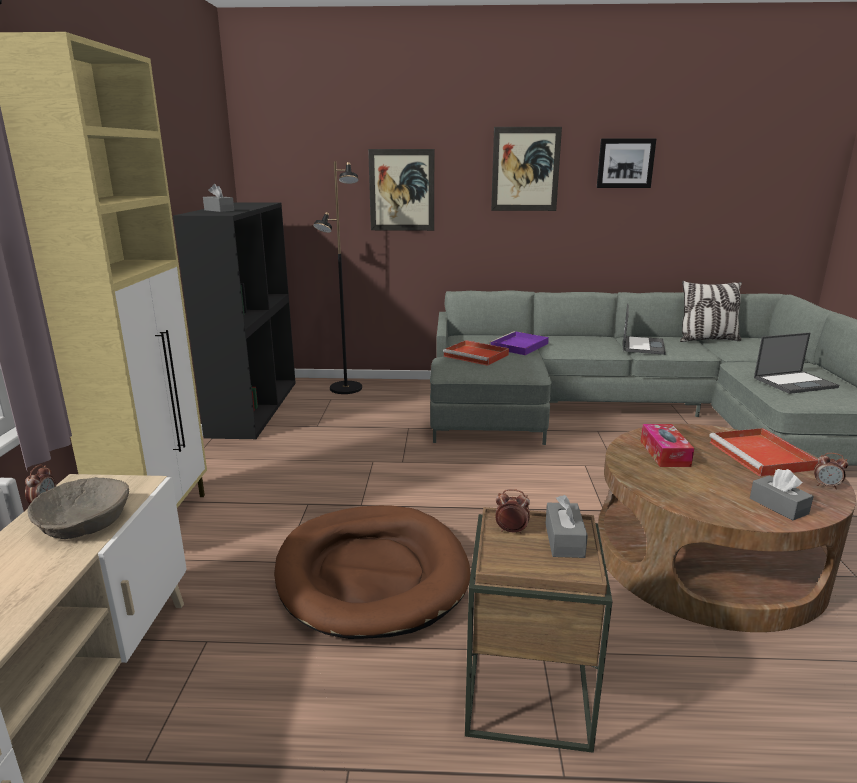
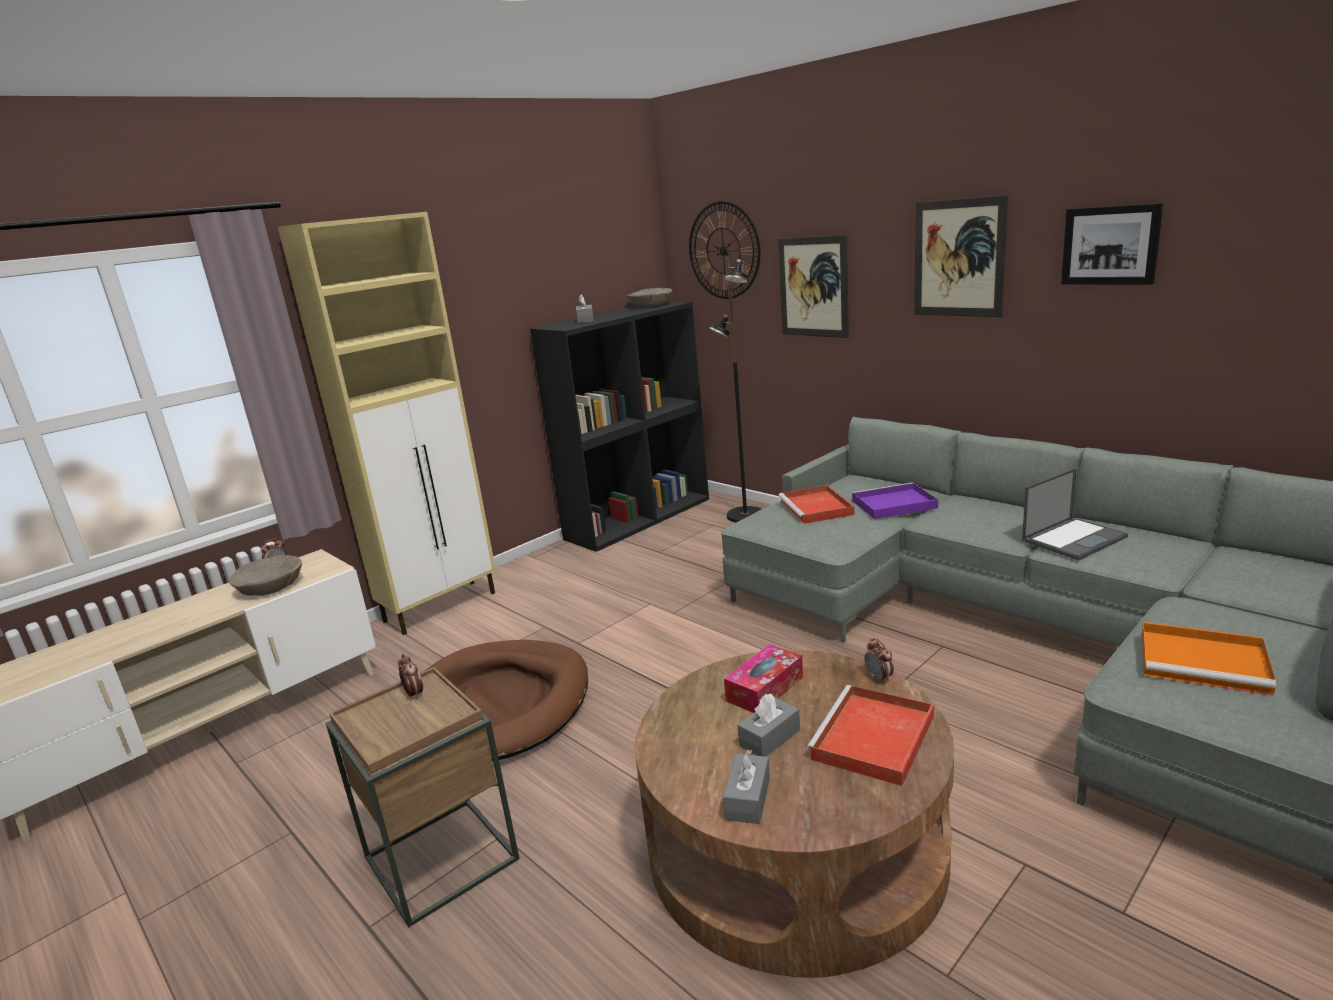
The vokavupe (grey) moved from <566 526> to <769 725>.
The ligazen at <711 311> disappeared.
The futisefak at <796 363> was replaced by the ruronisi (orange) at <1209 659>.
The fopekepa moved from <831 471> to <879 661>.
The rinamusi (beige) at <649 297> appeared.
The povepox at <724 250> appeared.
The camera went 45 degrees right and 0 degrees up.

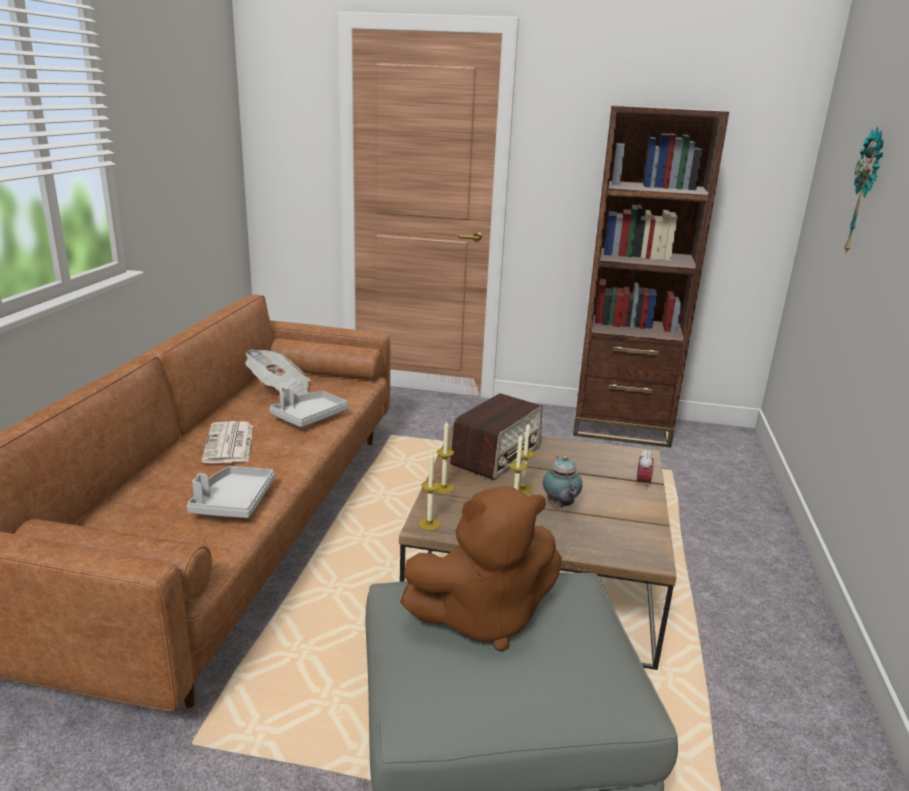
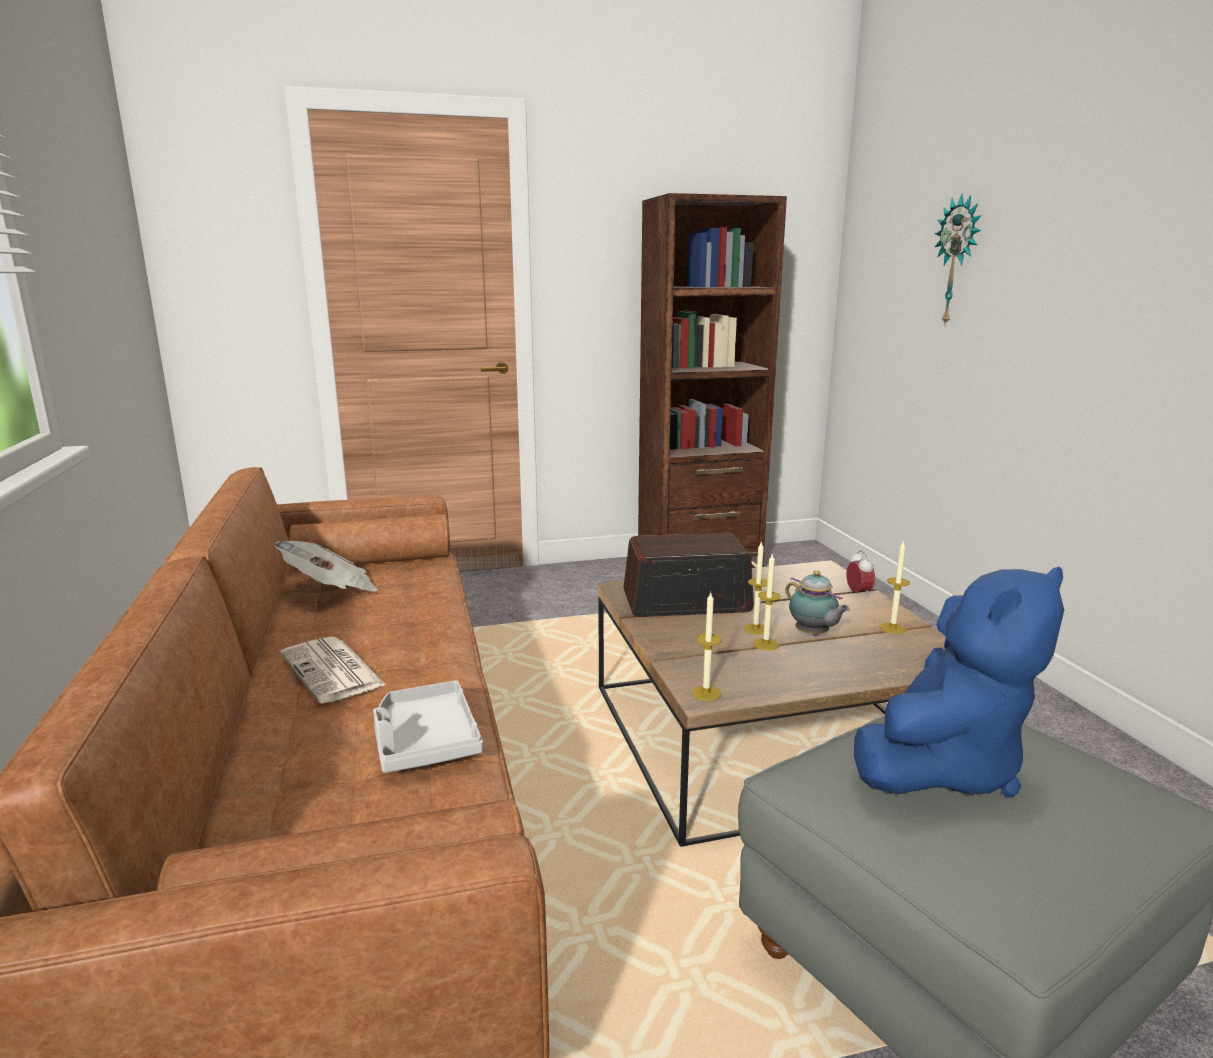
The ruronisi (grey) at <309 407> disappeared.
The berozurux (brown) at <481 568> became the berozurux (blue) at <959 682>.
The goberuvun moved from <444 457> to <895 587>.
The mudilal at <496 436> turned 105 degrees counterclockwise.
The camera went 25 degrees left and 5 degrees down.

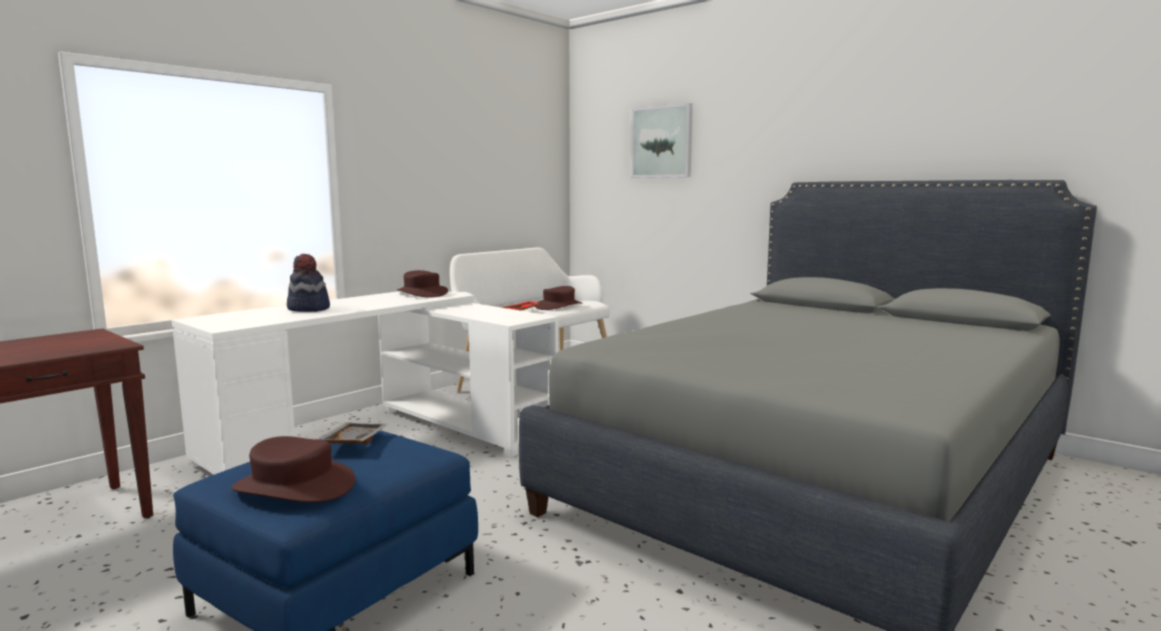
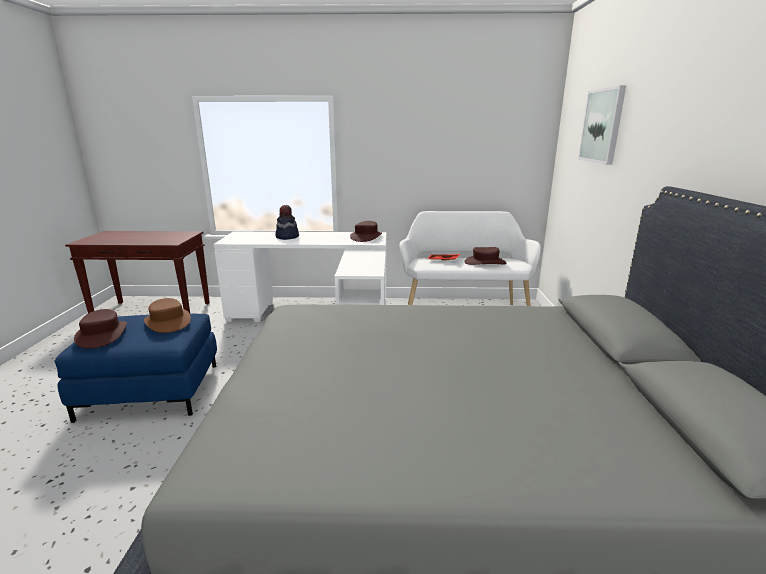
The ruronisi (grey) at <352 433> was replaced by the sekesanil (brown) at <167 315>.
The camera went 50 degrees right and 10 degrees up.

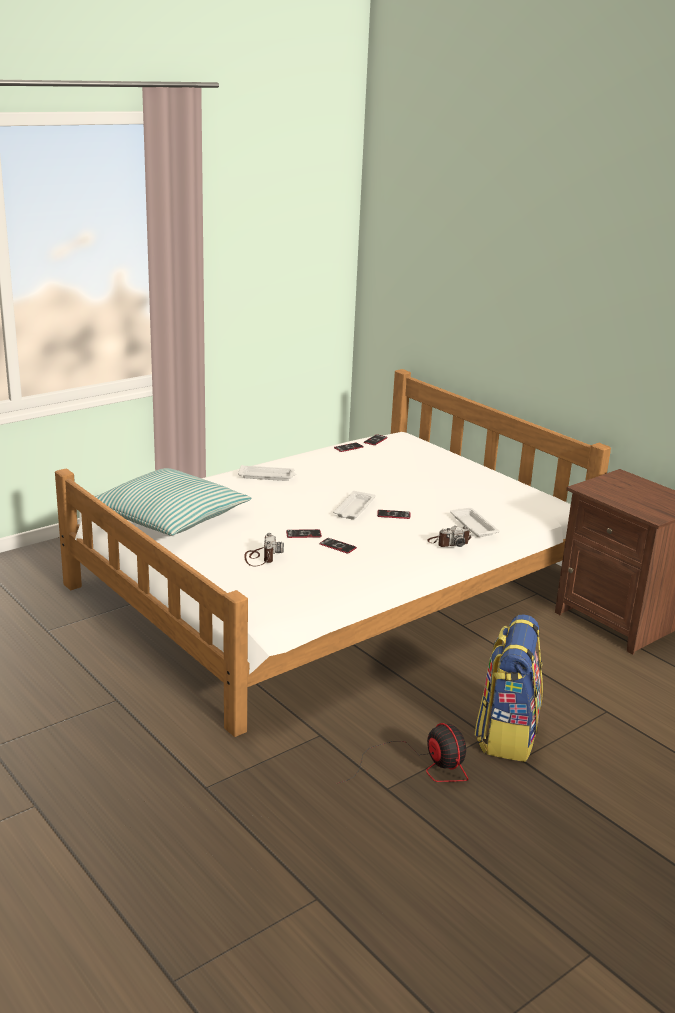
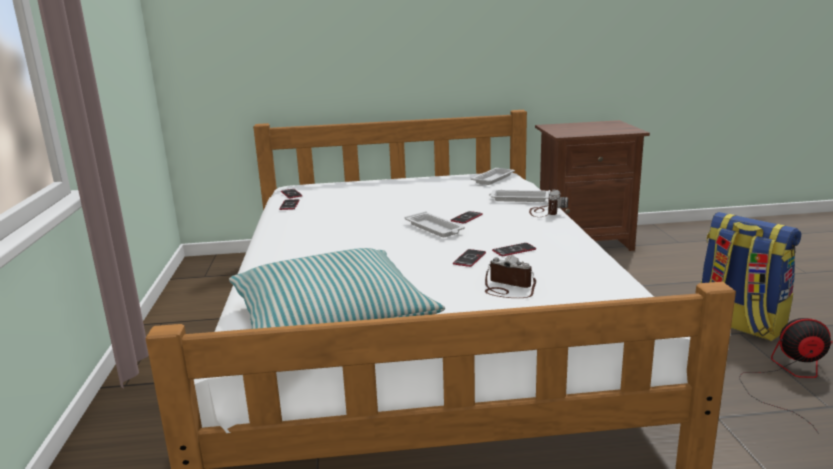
The ruronisi (white) moved from <267 473> to <493 176>.
The camera went 55 degrees left and 5 degrees down.

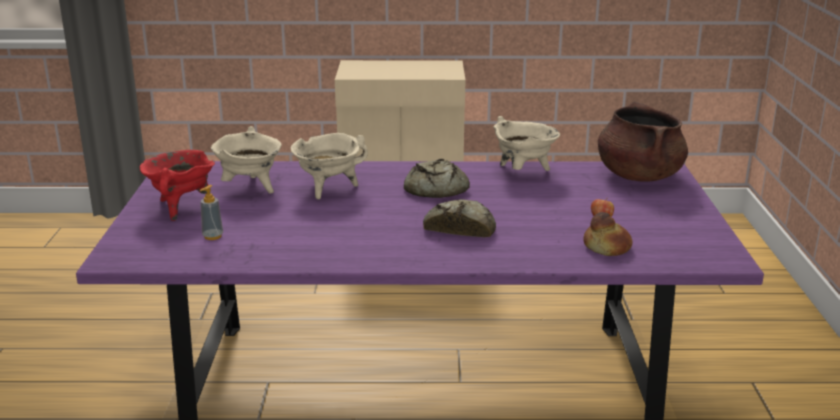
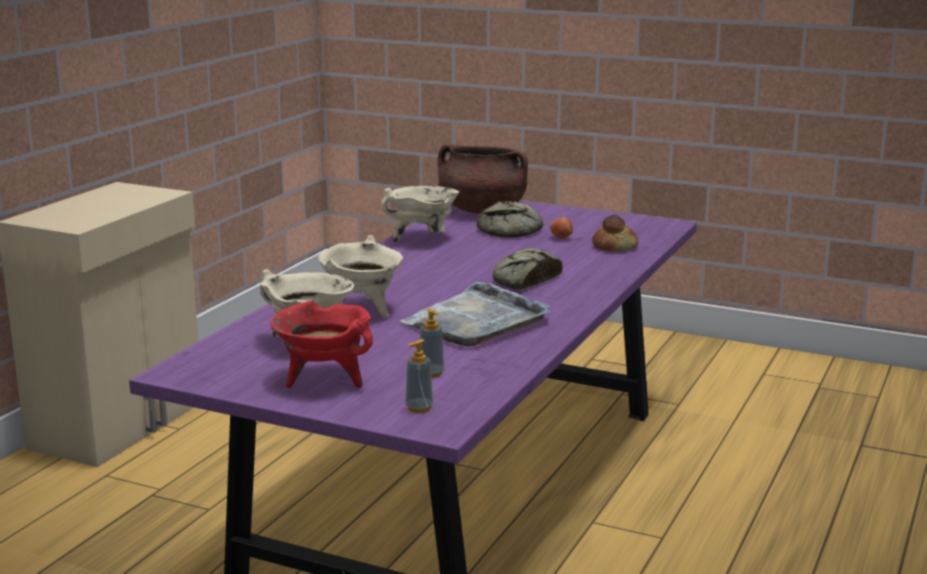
The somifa moved from <437 178> to <509 219>.
The ruronisi (grey) at <475 314> appeared.
The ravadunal at <419 376> appeared.
The camera went 65 degrees left and 5 degrees down.

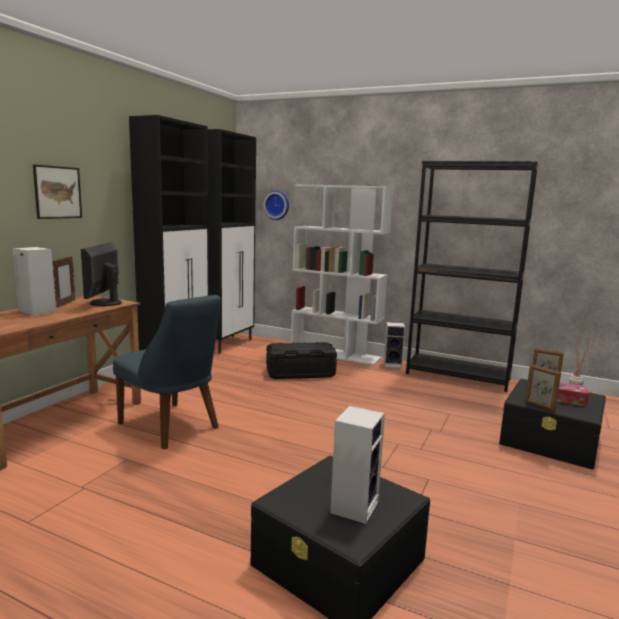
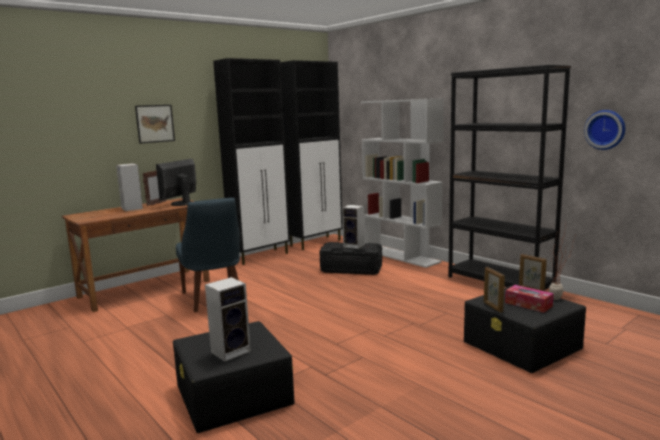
The povepox moved from <276 205> to <604 130>.
The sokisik moved from <394 345> to <353 227>.
The camera went 25 degrees right and 0 degrees up.

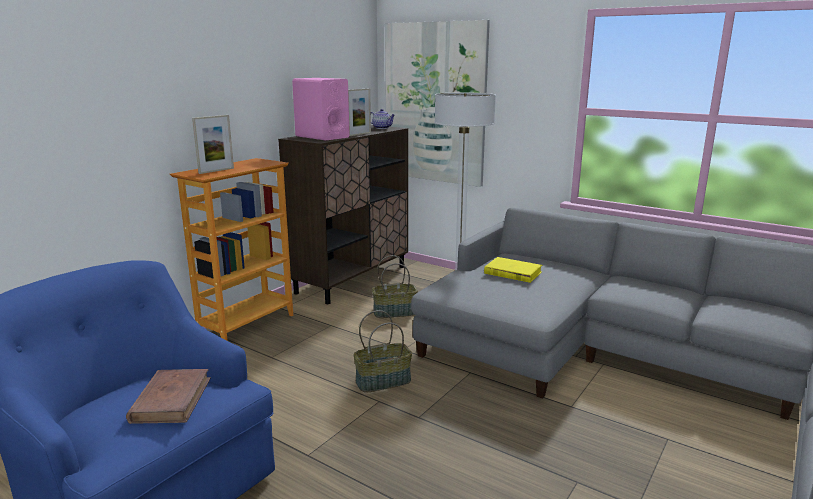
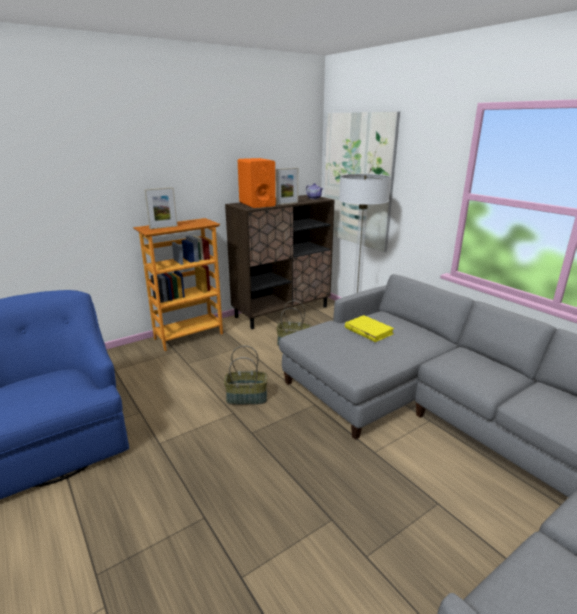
The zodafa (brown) at <168 396> disappeared.
The sokisik (pink) at <321 109> became the sokisik (orange) at <257 183>.
The camera went 20 degrees right and 5 degrees up.

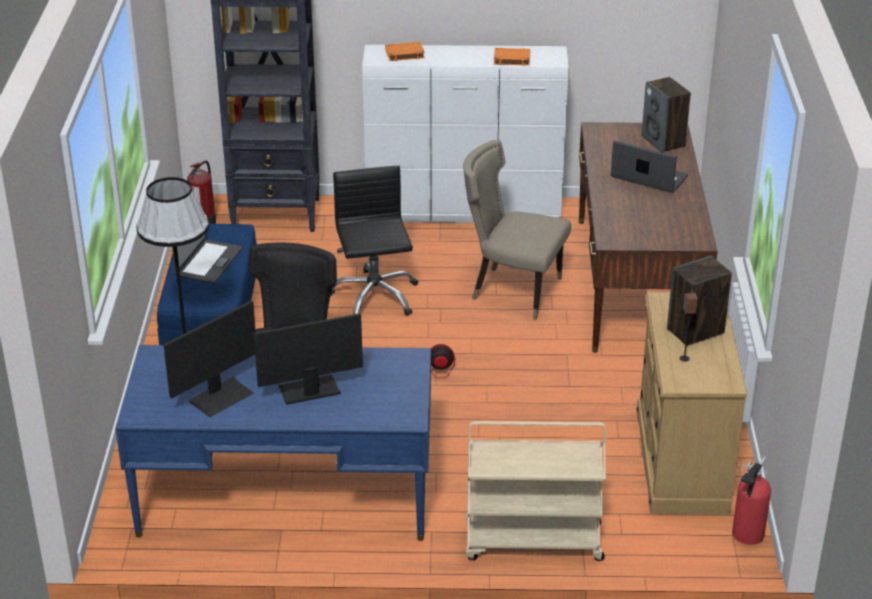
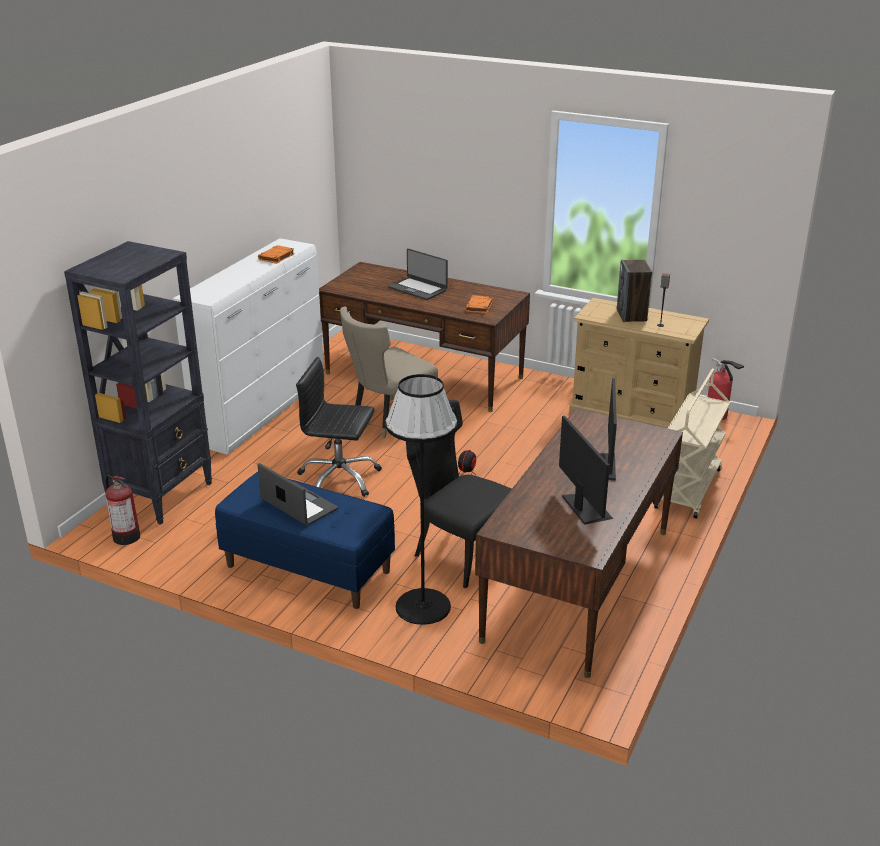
The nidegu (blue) at <273 443> became the nidegu (brown) at <579 543>.
The zodafa (orange) moved from <405 51> to <479 304>.
The futisefak at <649 167> turned 105 degrees counterclockwise.
The sokisik at <666 115> disappeared.
The camera went 65 degrees left and 5 degrees down.

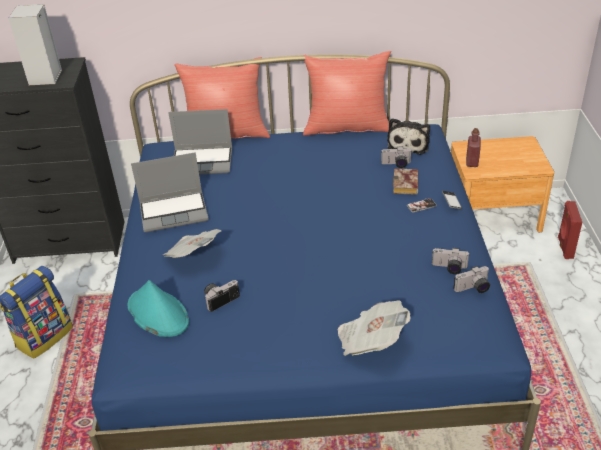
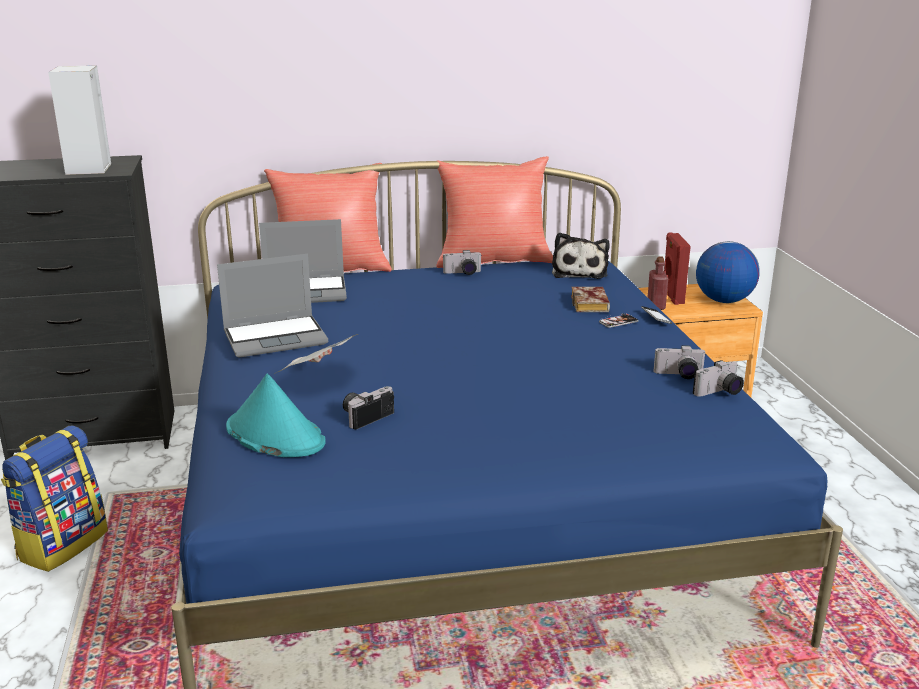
The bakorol at <373 328> disappeared.
The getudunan moved from <396 157> to <462 262>.
The sokisik (red) moved from <570 230> to <677 269>.
The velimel at <728 272> appeared.
The camera went 10 degrees left and 15 degrees down.

